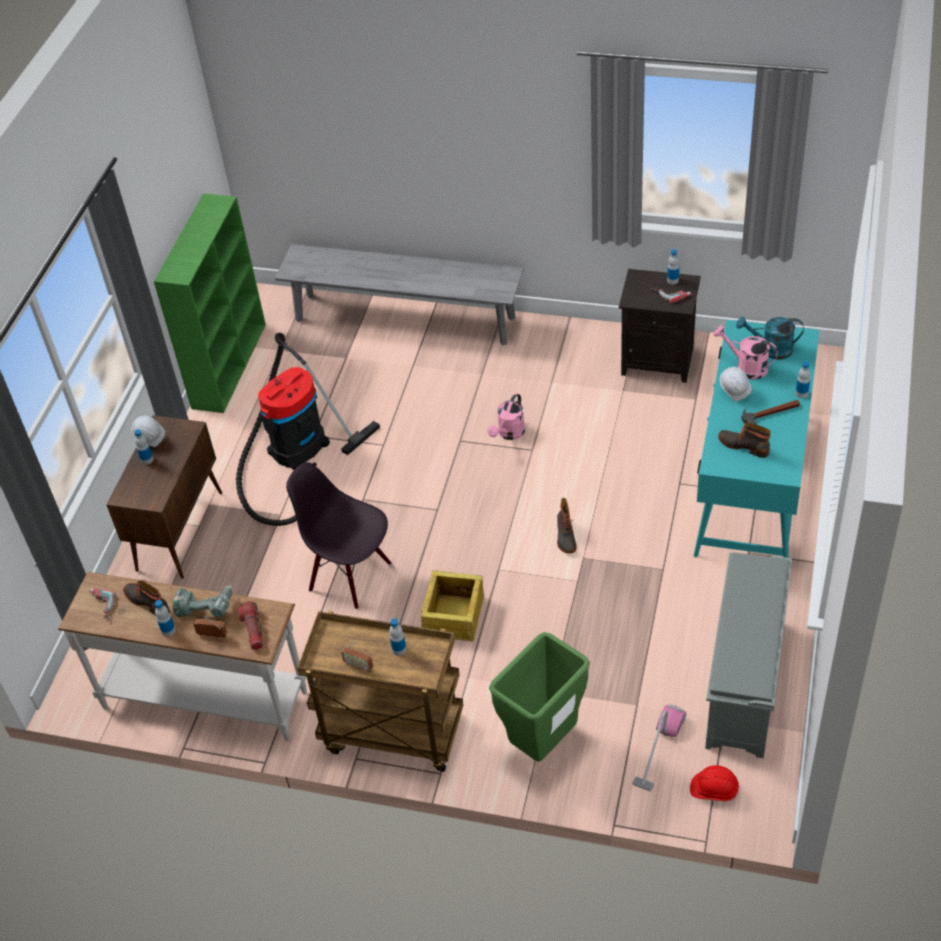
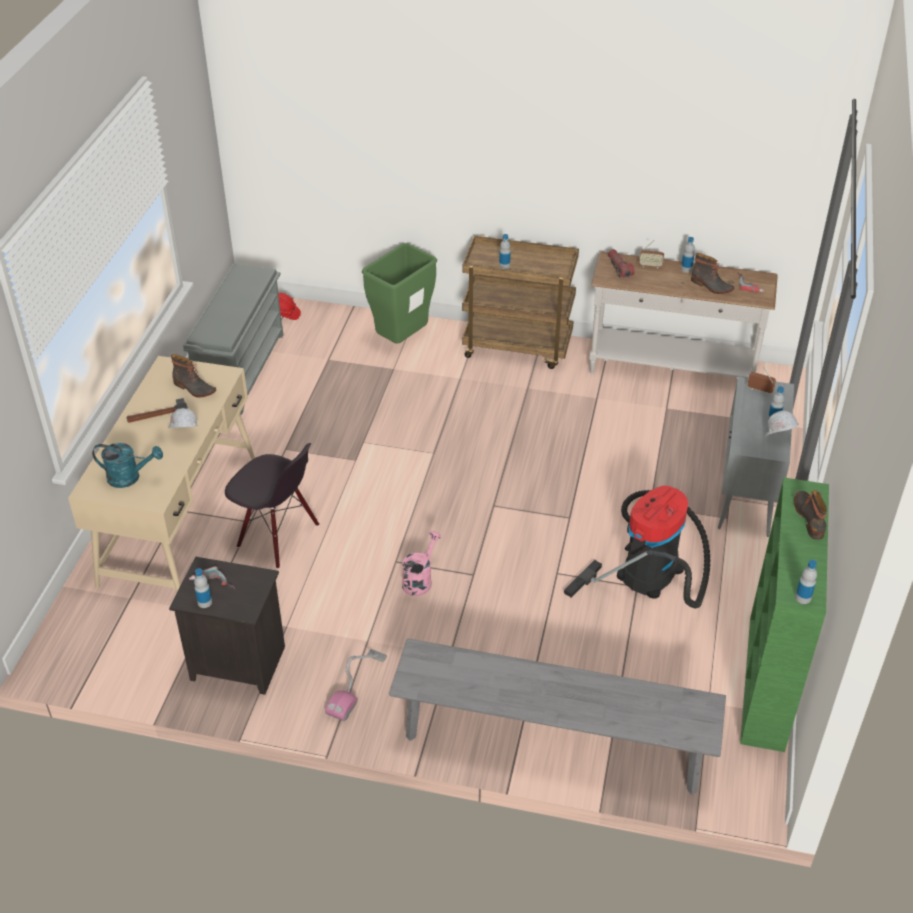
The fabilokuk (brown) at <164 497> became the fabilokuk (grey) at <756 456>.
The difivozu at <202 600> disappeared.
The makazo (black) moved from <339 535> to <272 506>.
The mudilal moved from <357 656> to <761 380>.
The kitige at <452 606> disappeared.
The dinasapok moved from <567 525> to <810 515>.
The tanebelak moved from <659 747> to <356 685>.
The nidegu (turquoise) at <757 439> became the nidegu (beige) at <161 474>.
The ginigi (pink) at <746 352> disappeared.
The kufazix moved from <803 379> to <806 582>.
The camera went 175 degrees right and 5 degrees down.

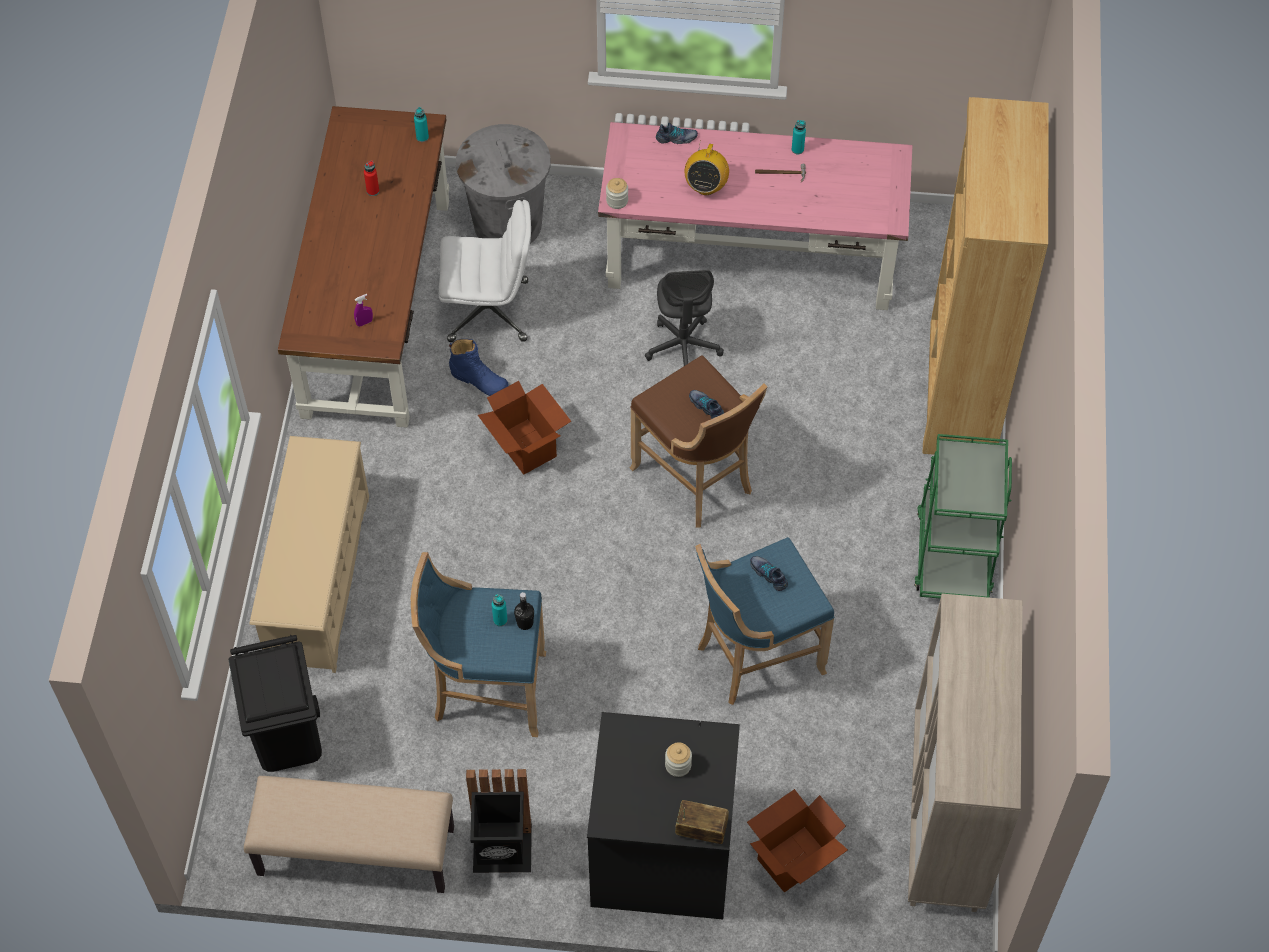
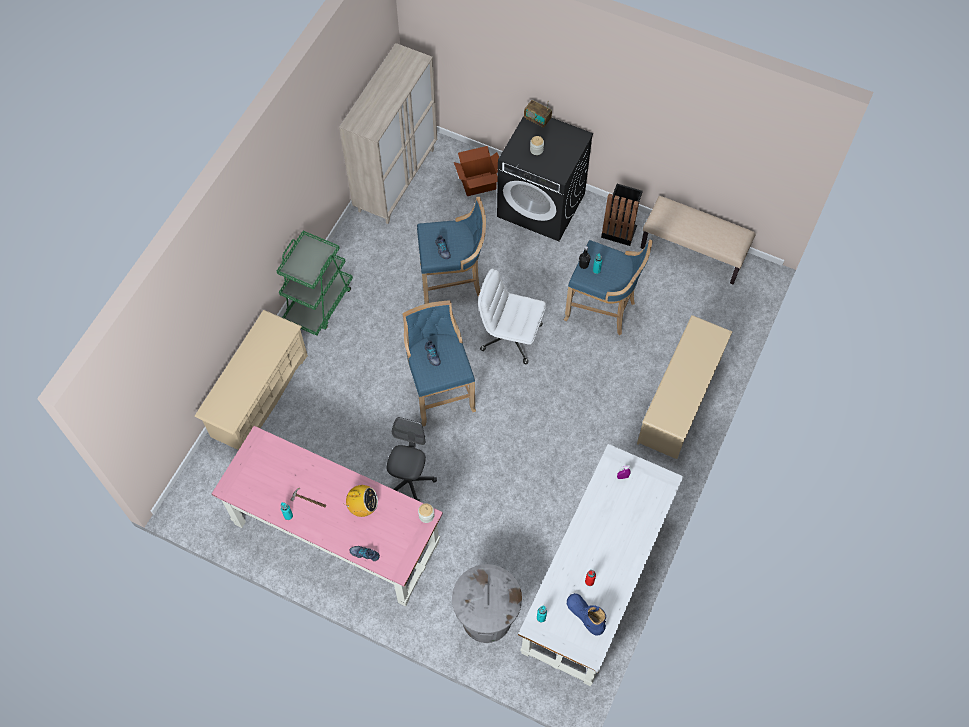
The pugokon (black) at <275 703> disappeared.
The nidegu (brown) at <363 267> became the nidegu (white) at <601 565>.
The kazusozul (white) moved from <485 271> to <512 316>.
The dinasapok (blue) moved from <479 367> to <586 614>.
The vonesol at <524 428> disappeared.
The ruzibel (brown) at <698 441> became the ruzibel (blue) at <439 363>.
The mudilal at <707 169> turned 60 degrees clockwise.
The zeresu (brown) at <985 276> was replaced by the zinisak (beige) at <251 380>.
The camera went 160 degrees left and 5 degrees up.

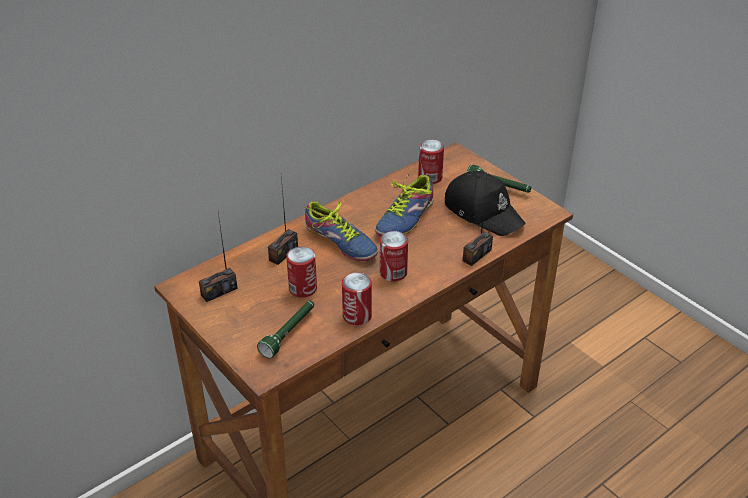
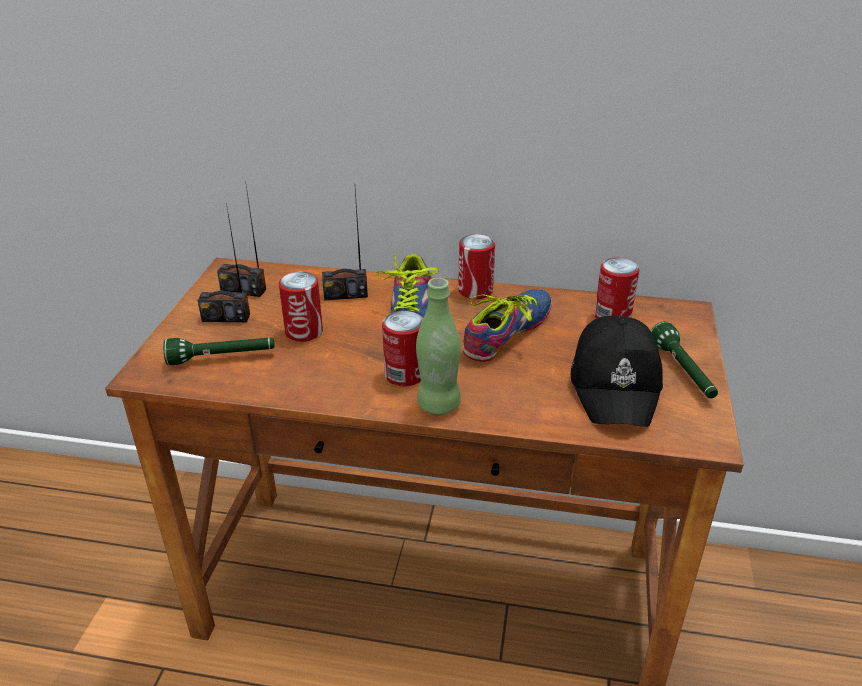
The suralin moved from <357 298> to <476 266>.
The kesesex at <404 203> turned 135 degrees clockwise.
The mudilal moved from <478 223> to <224 262>.
The kufazix (green) at <438 346> appeared.
The camera went 50 degrees right and 5 degrees down.

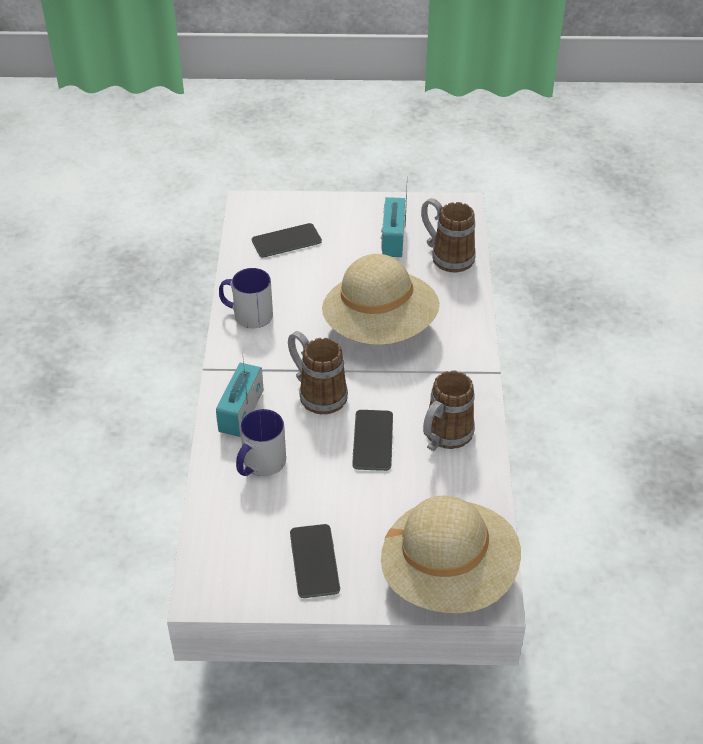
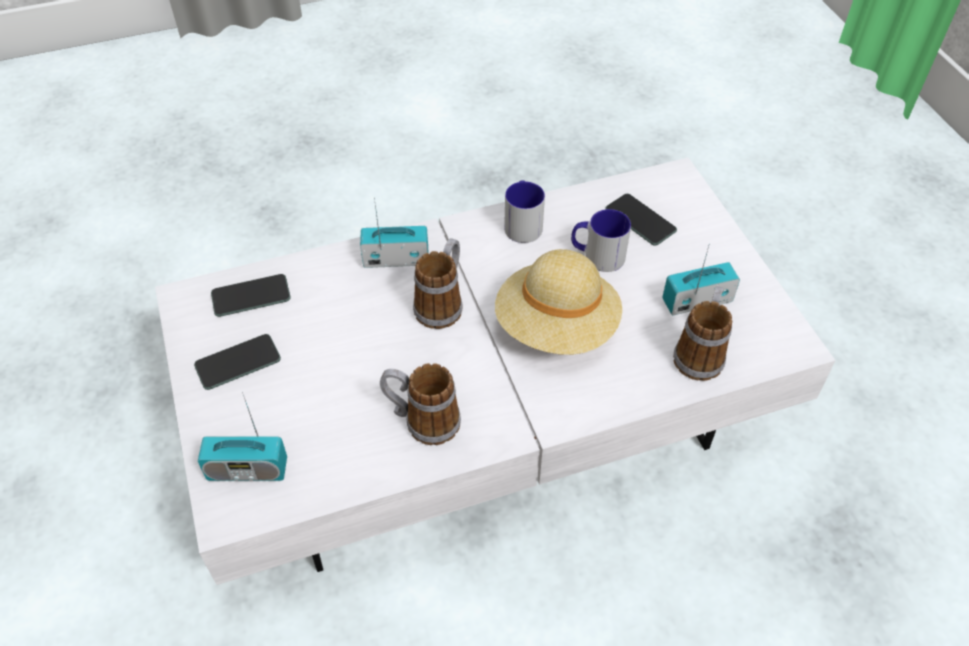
The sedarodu moved from <261 442> to <601 240>.
The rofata moved from <372 440> to <250 295>.
The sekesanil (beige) at <451 554> was replaced by the mudilal at <242 436>.
The camera went 70 degrees right and 5 degrees up.

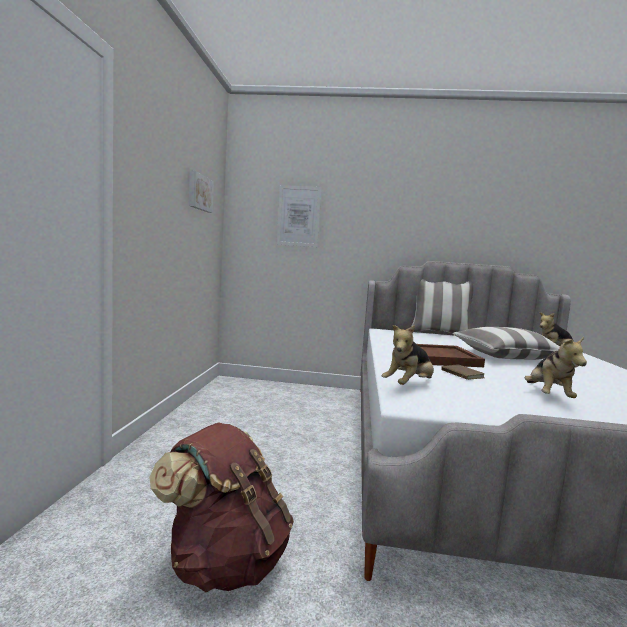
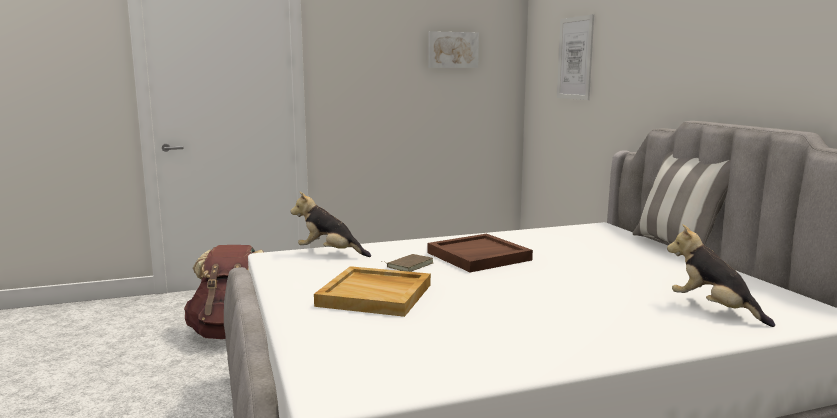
The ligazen at <506 343> disappeared.
The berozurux at <555 367> was replaced by the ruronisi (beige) at <372 291>.
The camera went 65 degrees right and 5 degrees up.

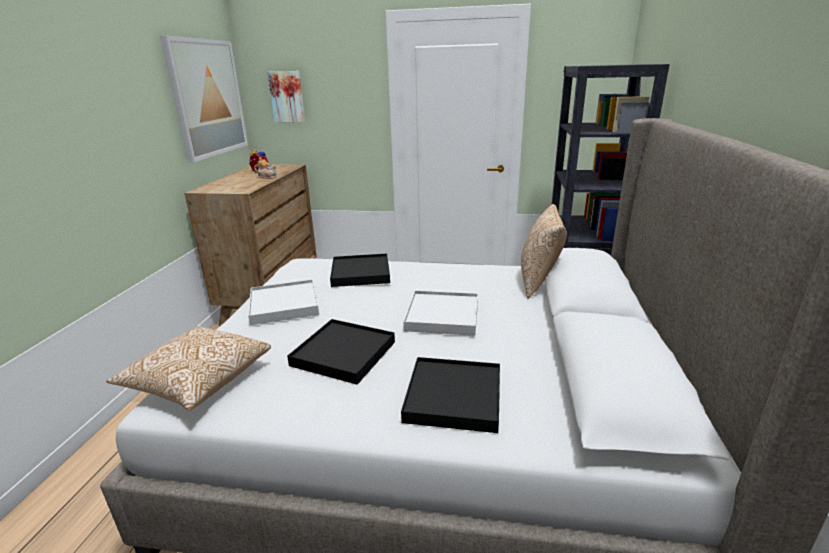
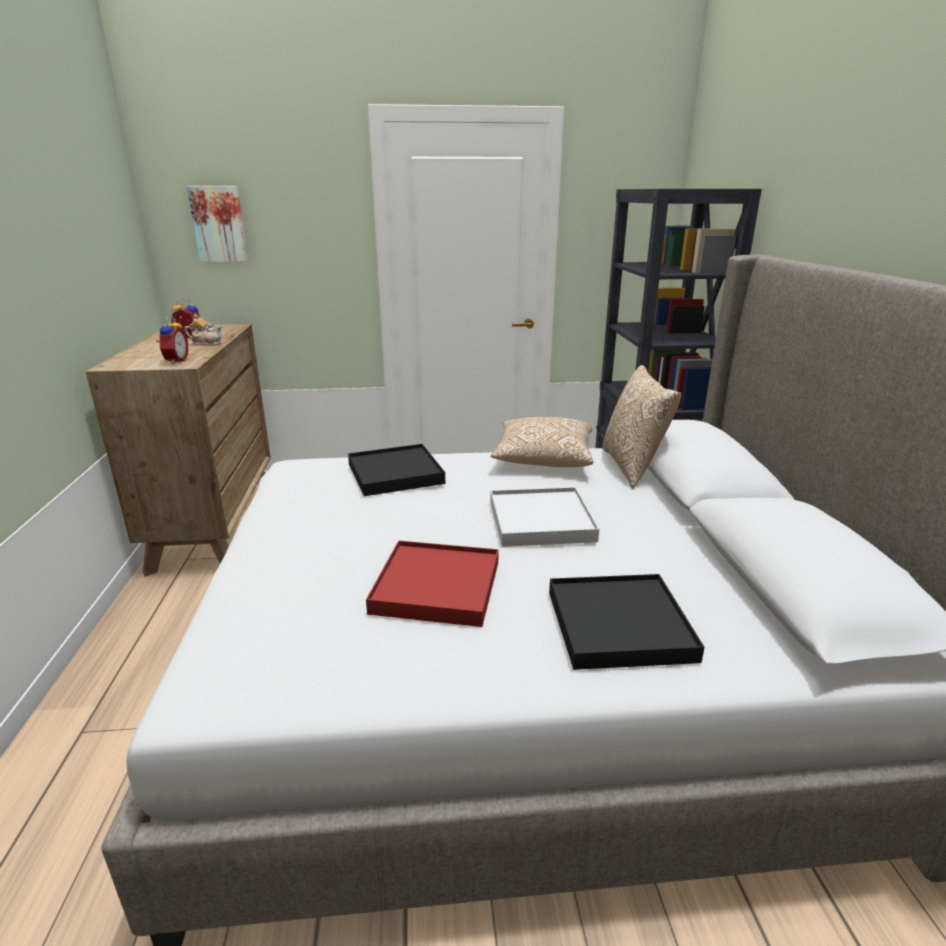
The ligazen moved from <188 368> to <542 442>.
The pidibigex at <204 99> disappeared.
The ruronisi (white) at <283 302> disappeared.
The ruronisi (black) at <341 352> became the ruronisi (red) at <432 584>.
The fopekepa at <172 340> appeared.
The camera went 15 degrees left and 0 degrees up.

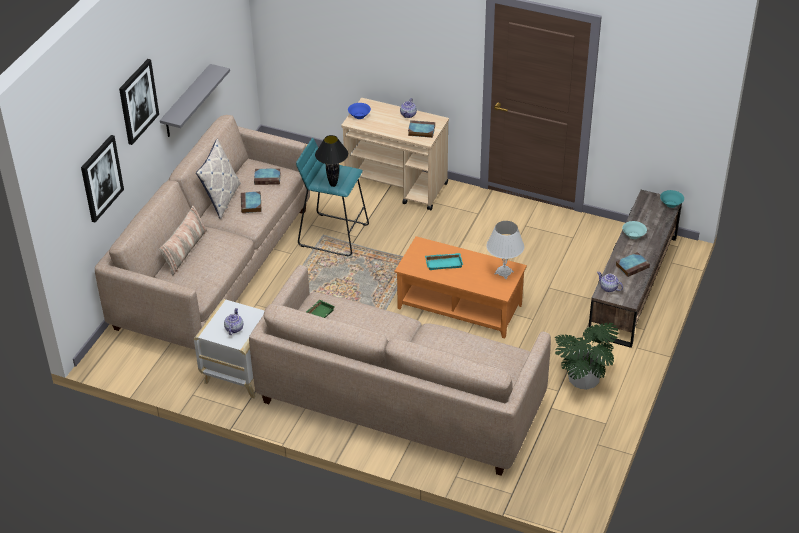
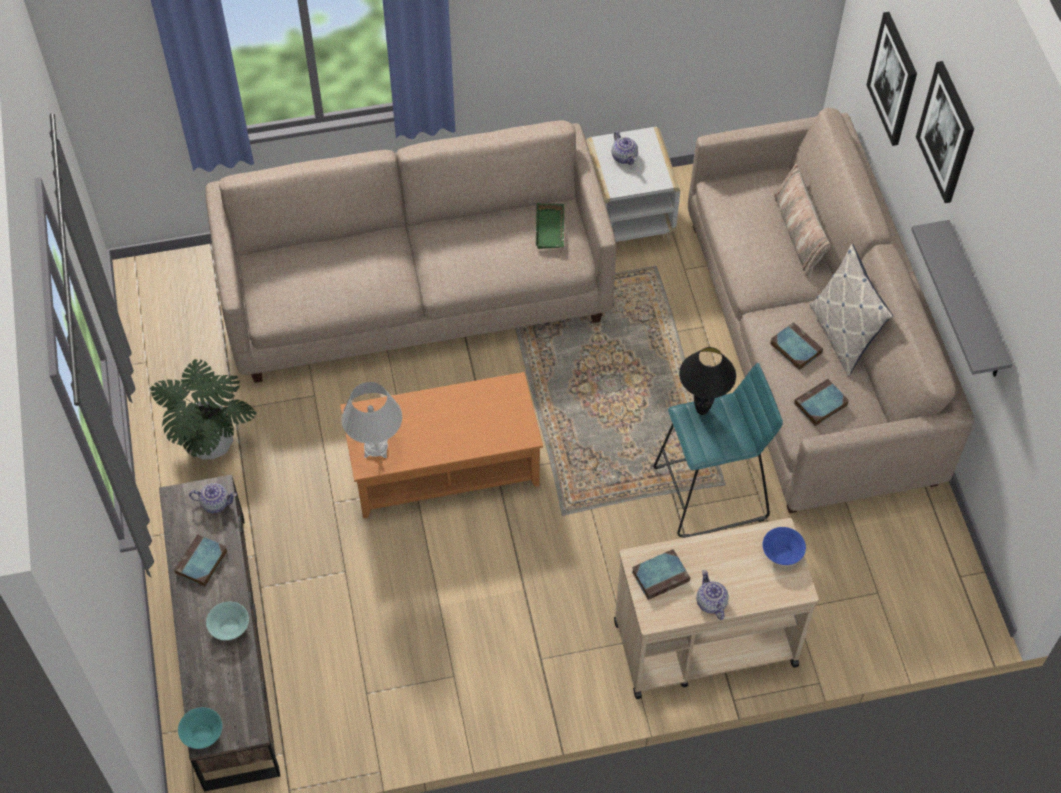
The ruronisi (turquoise) at <444 261> disappeared.
The camera went 145 degrees right and 15 degrees up.

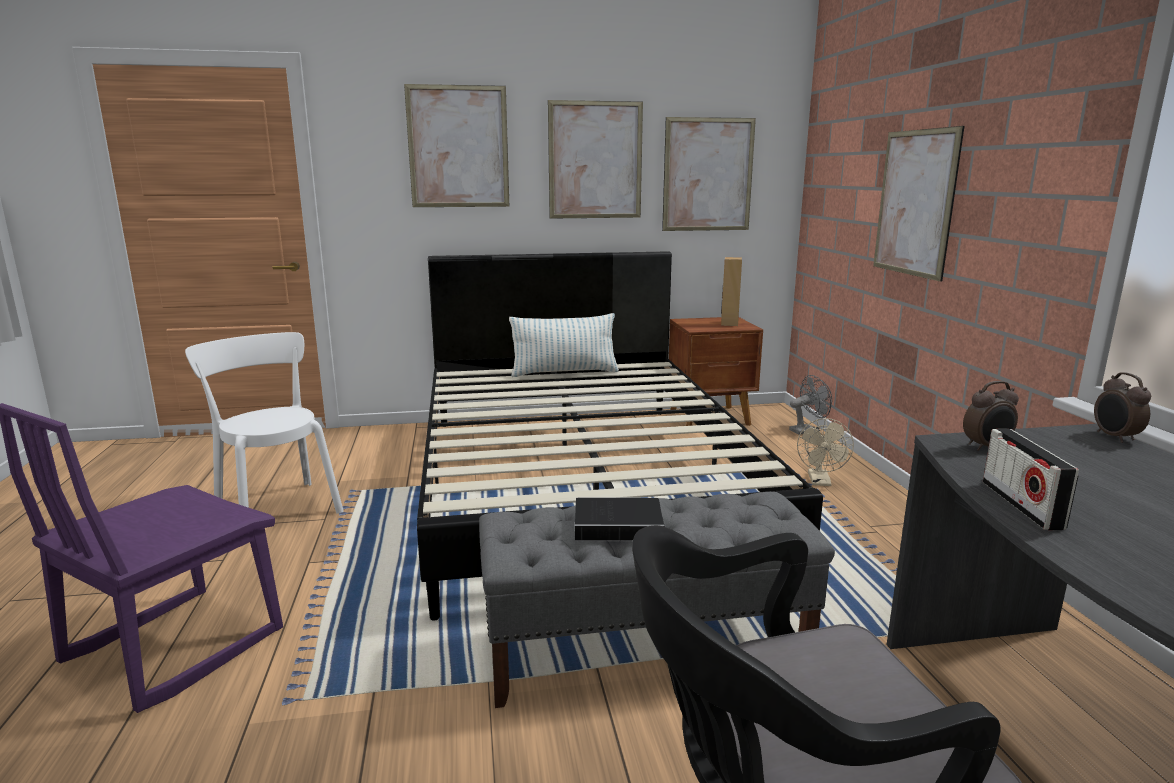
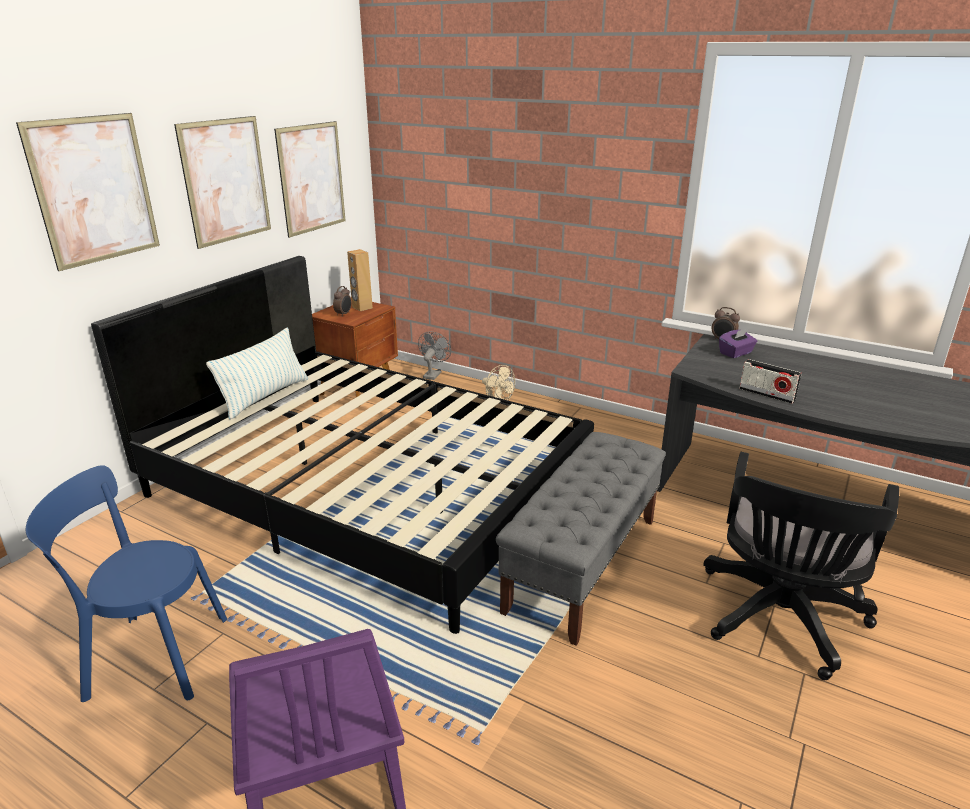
The makazo (white) at <264 423> became the makazo (blue) at <126 583>.
The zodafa at <619 519> disappeared.
The pidibigex at <918 204> disappeared.
The fopekepa moved from <991 416> to <342 301>.
The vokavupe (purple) at <738 343> appeared.
The camera went 50 degrees left and 10 degrees up.

